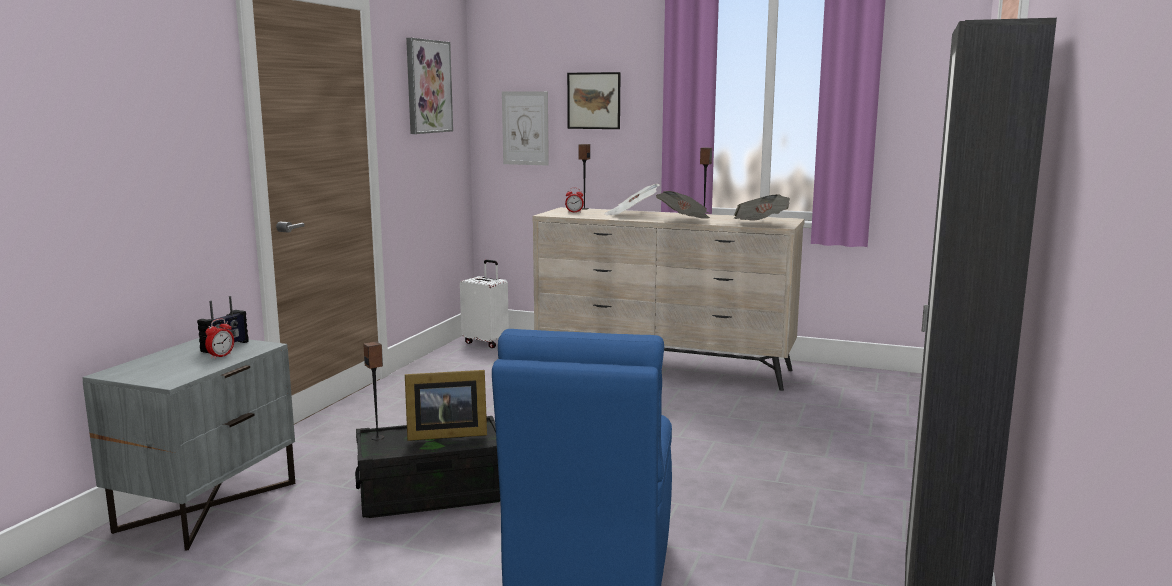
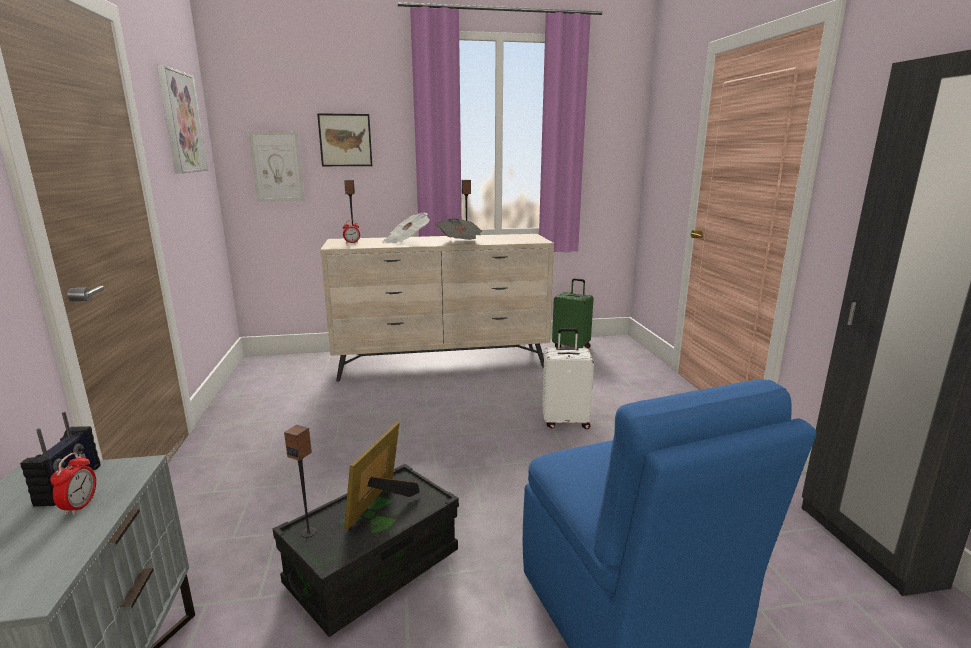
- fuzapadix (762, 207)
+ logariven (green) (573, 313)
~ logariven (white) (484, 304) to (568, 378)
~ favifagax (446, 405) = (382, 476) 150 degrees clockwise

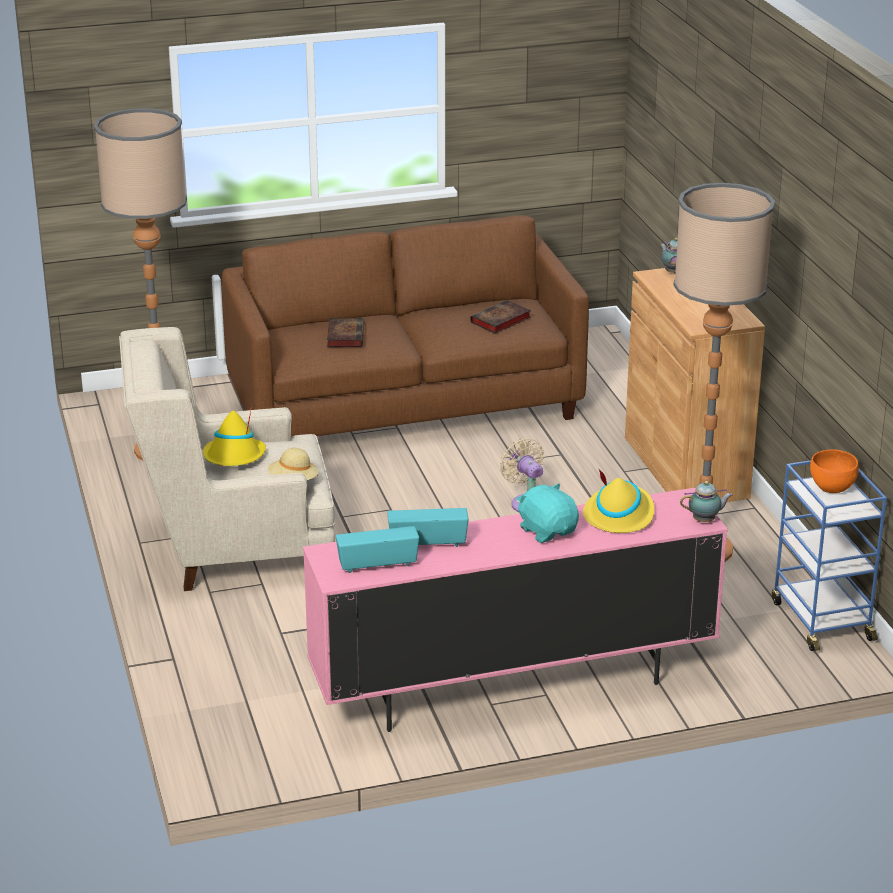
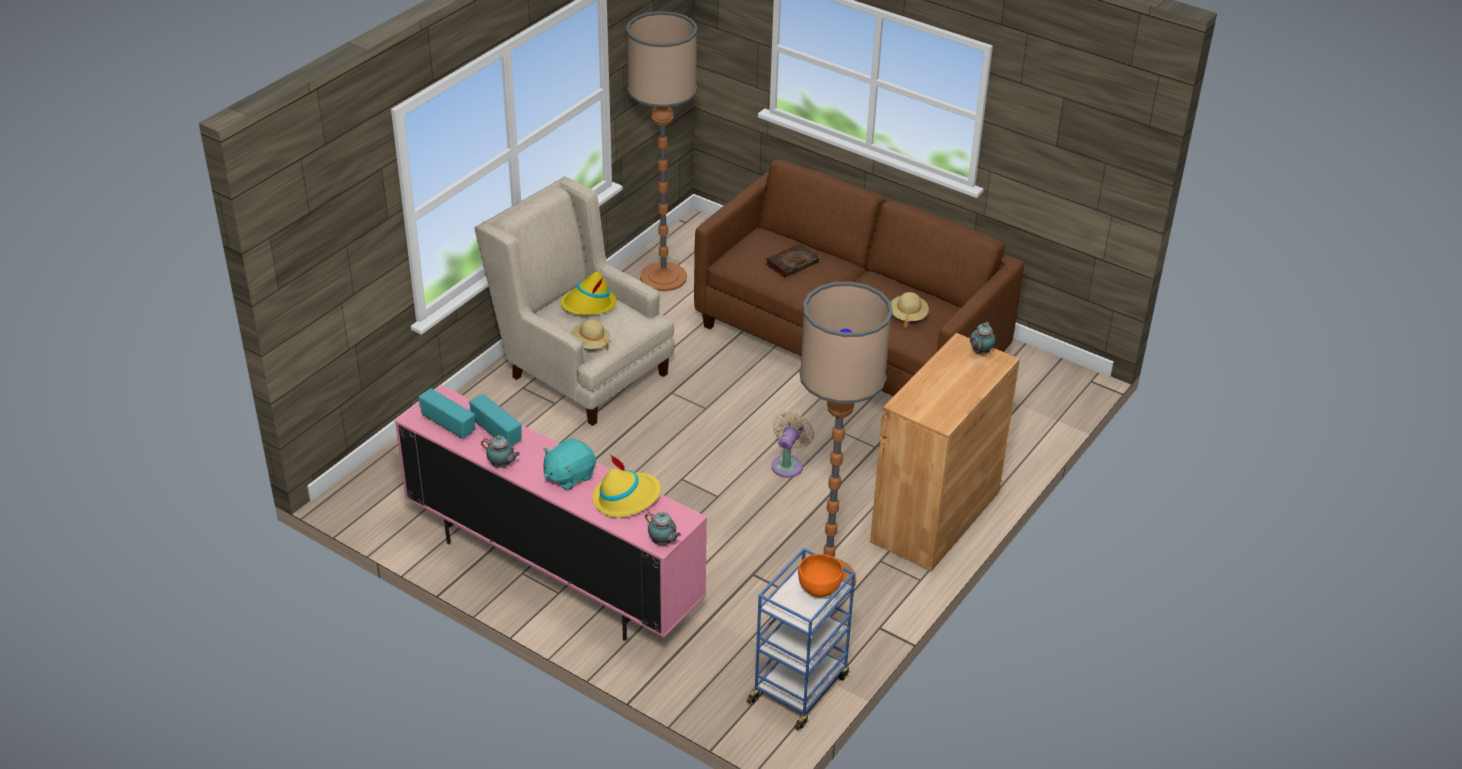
+ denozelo (500, 451)
~ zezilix (500, 317) to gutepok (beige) (910, 310)
~ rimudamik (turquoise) (548, 513) = (569, 464) 150 degrees counterclockwise

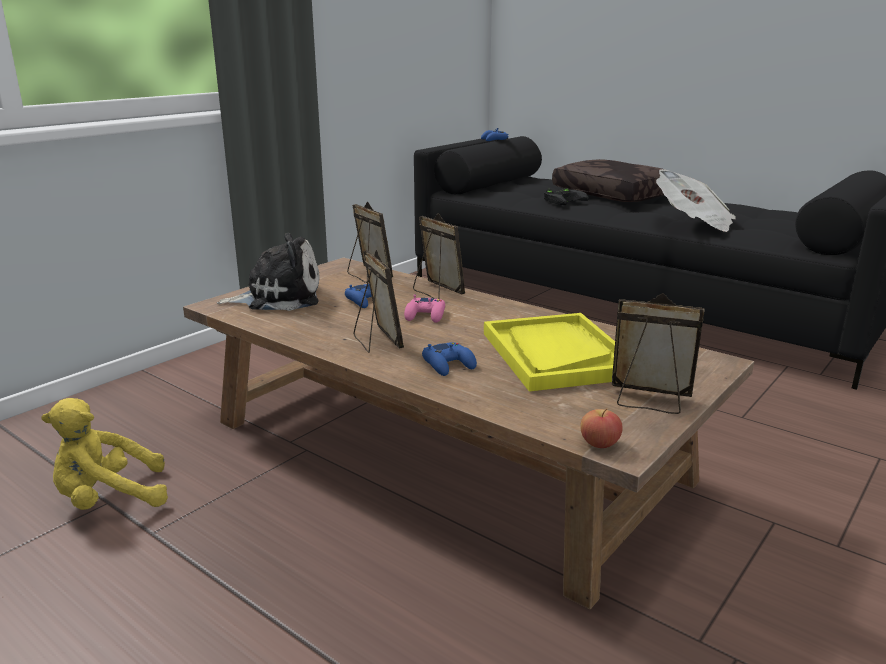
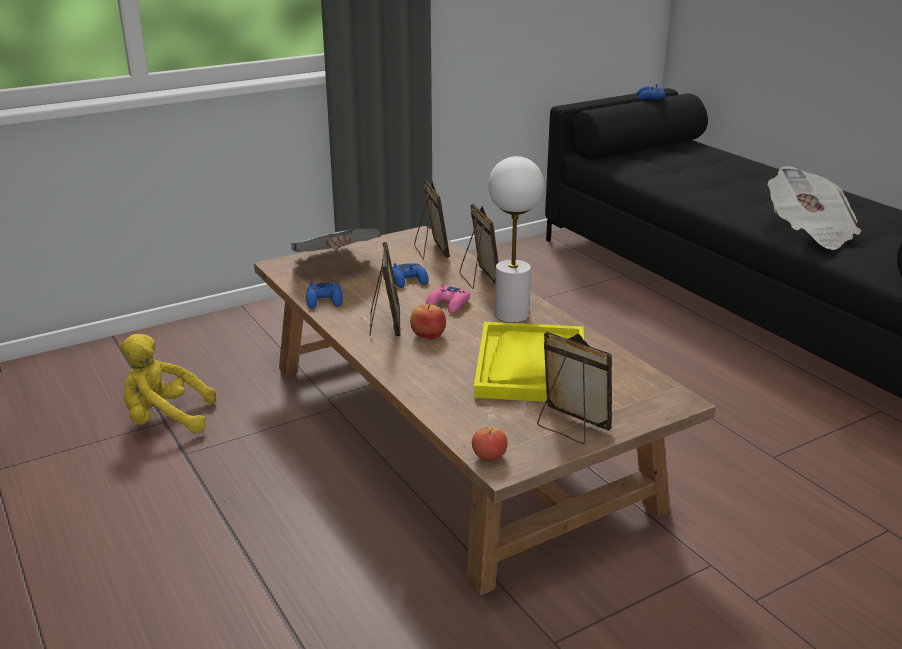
- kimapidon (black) (566, 196)
- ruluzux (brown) (608, 180)
+ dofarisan (428, 321)
+ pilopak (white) (516, 239)
~ kimapidon (blue) (449, 359) to (324, 295)
~ rimudamik (268, 272) to fuzapadix (336, 240)

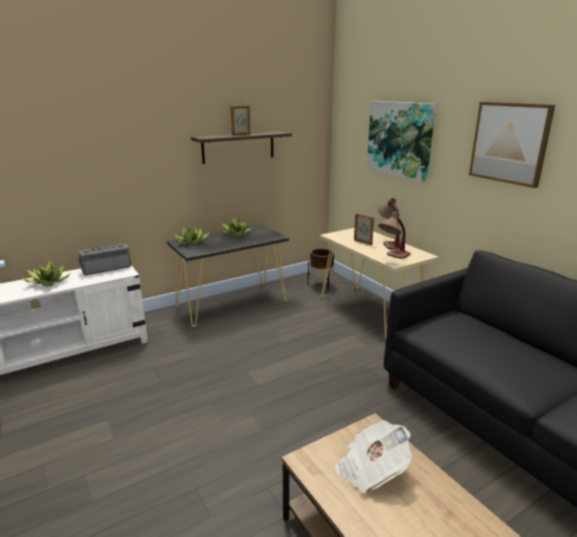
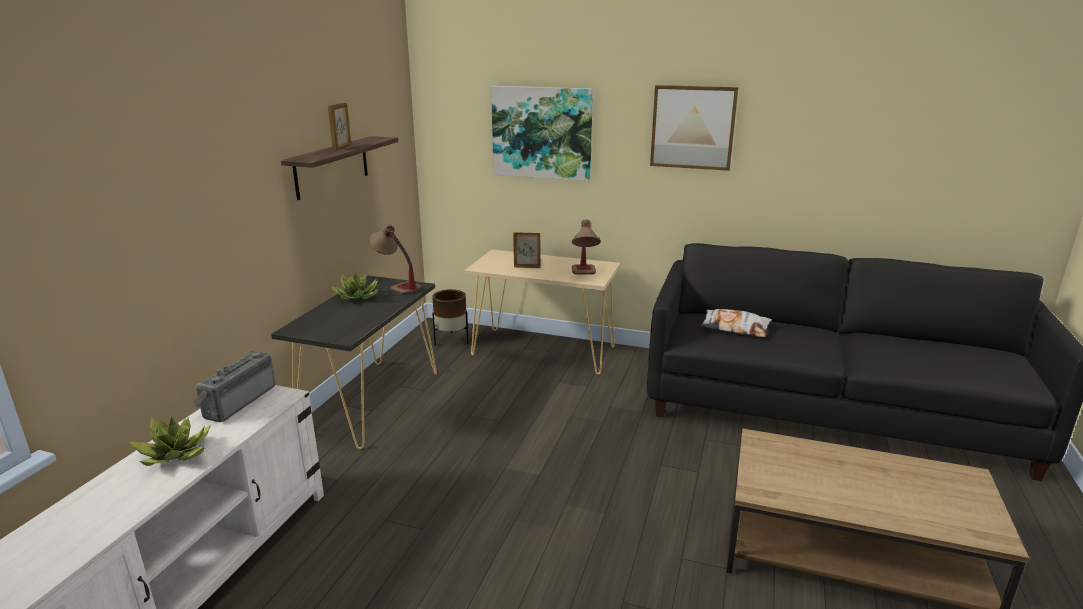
- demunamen (192, 235)
- fuzapadix (373, 456)
+ ruluzux (736, 323)
~ pilopak (389, 223) to (395, 260)

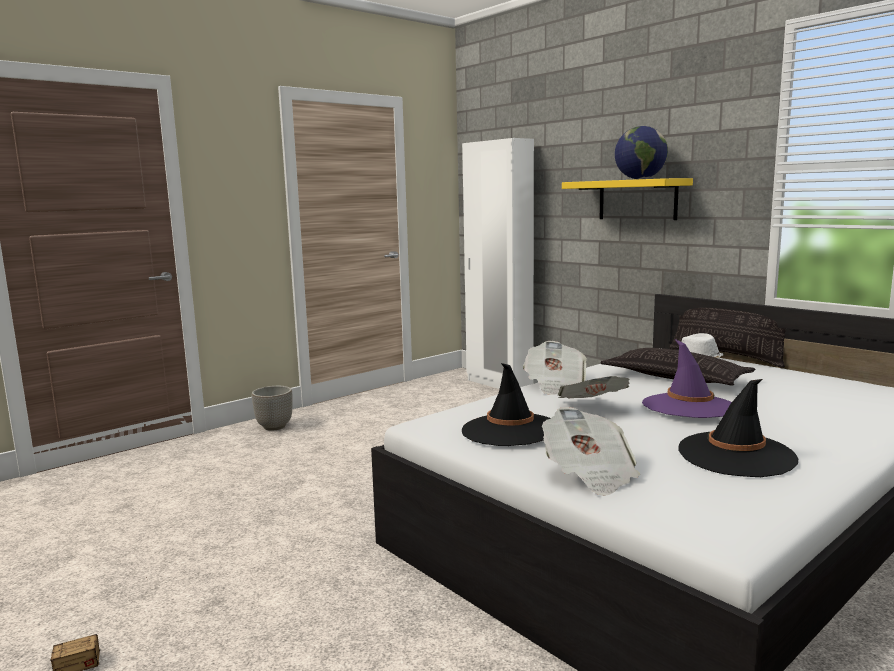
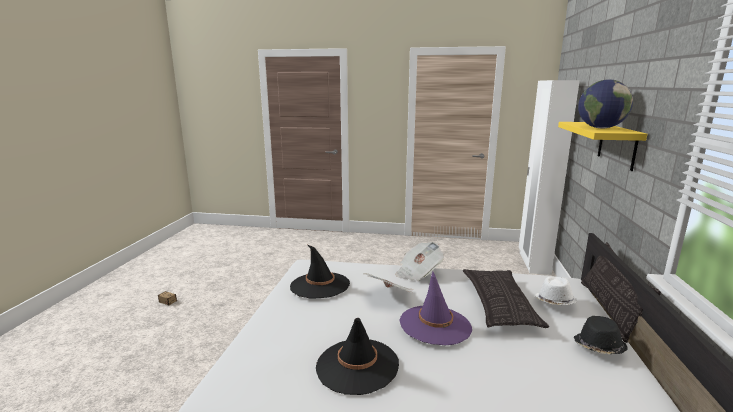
- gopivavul (272, 408)
- fuzapadix (591, 451)
+ gutepok (black) (601, 335)

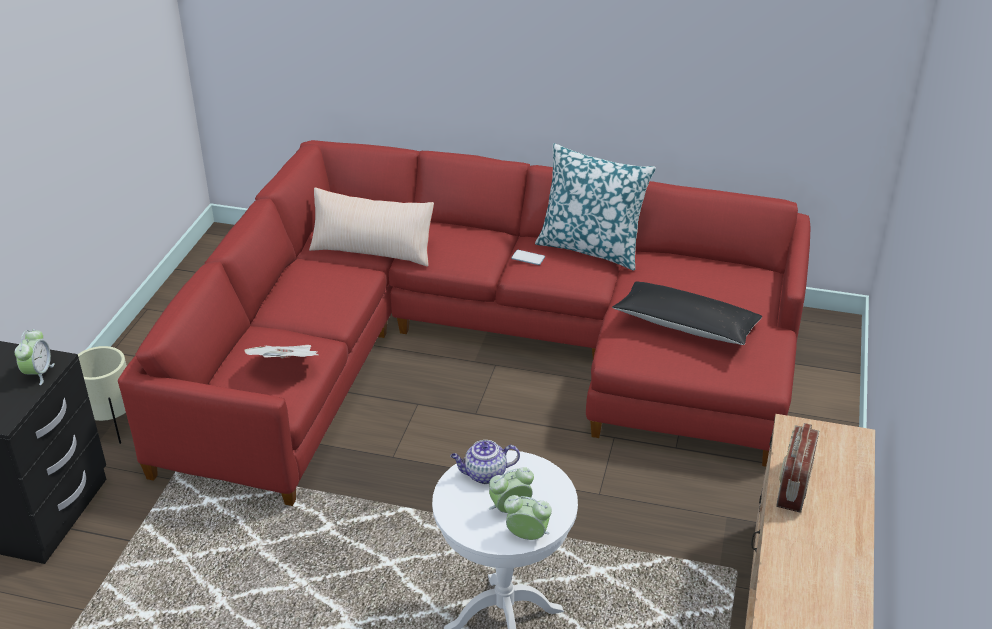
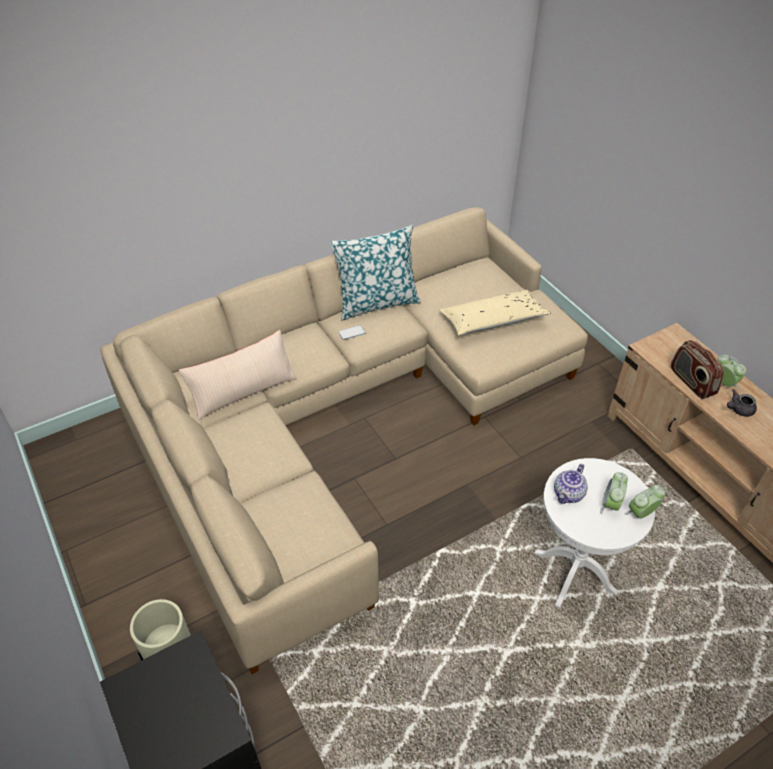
- fuzapadix (281, 351)
+ denozelo (grey) (742, 403)
~ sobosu (35, 357) to (731, 371)
~ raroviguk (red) (464, 323) to raroviguk (beige) (344, 440)
~ ruluzux (black) (687, 313) to ruluzux (beige) (495, 313)

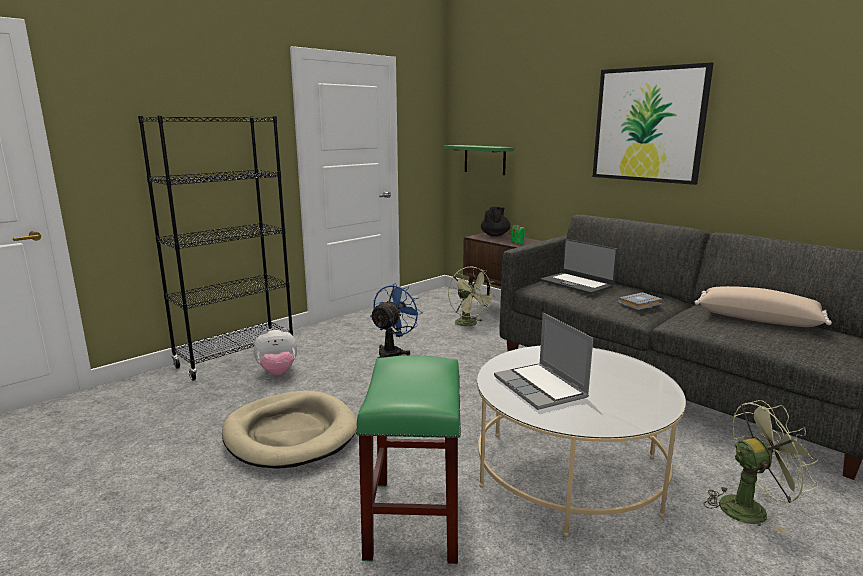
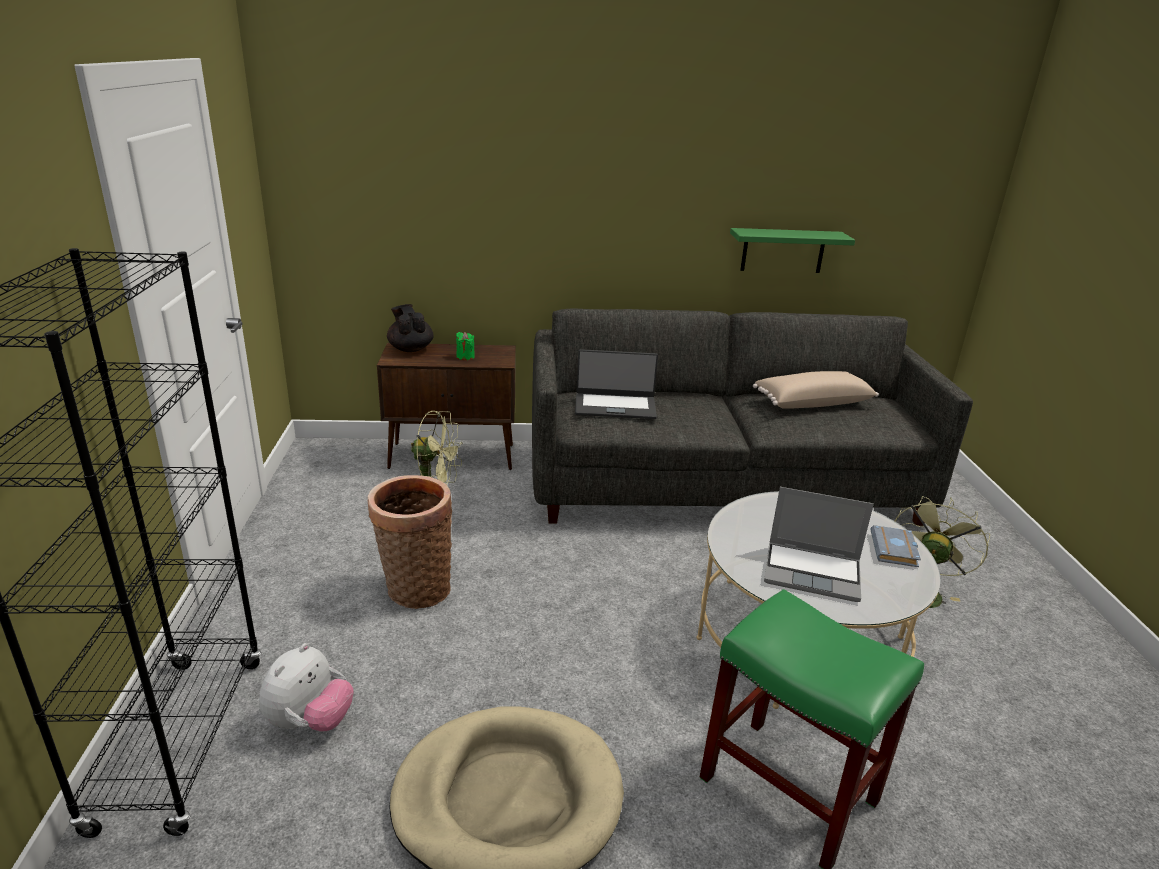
- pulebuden (653, 123)
~ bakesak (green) (478, 160) to (792, 250)
~ zezilix (grey) (639, 301) to (895, 546)
~ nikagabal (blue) (396, 320) to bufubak (410, 542)

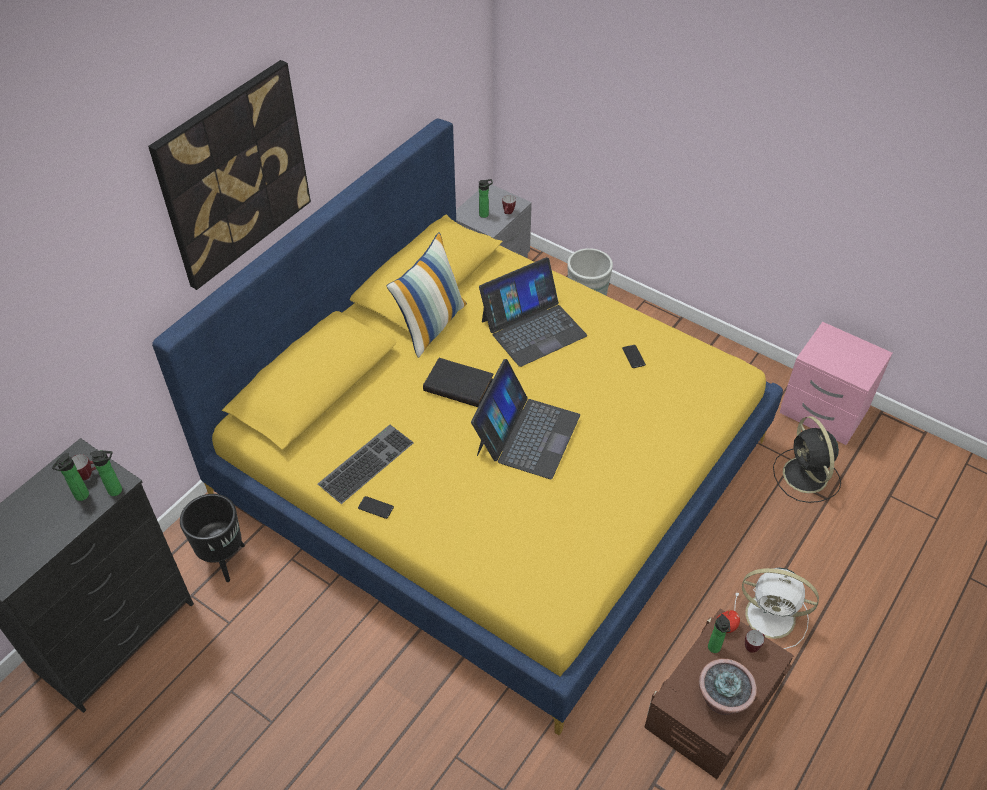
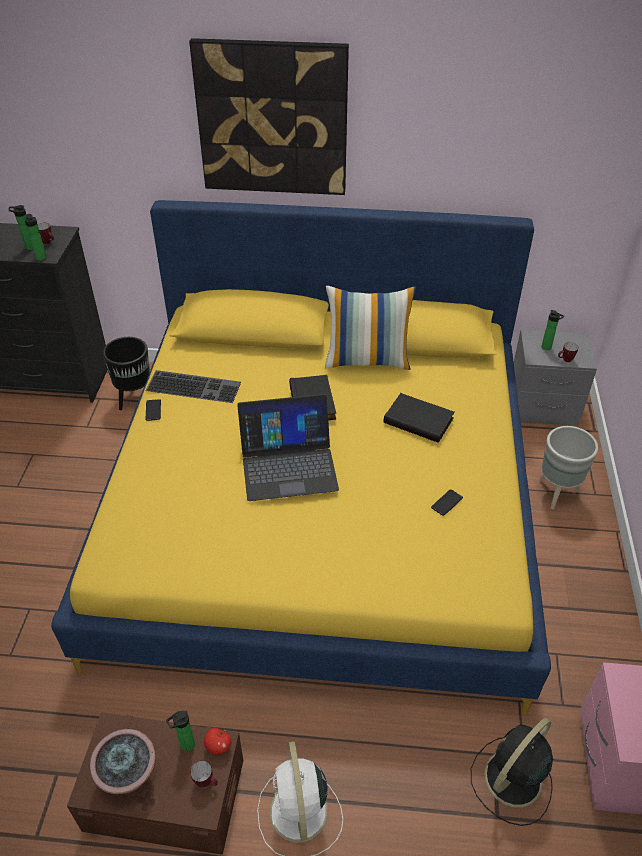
~ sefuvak (533, 312) to zezilix (black) (419, 418)

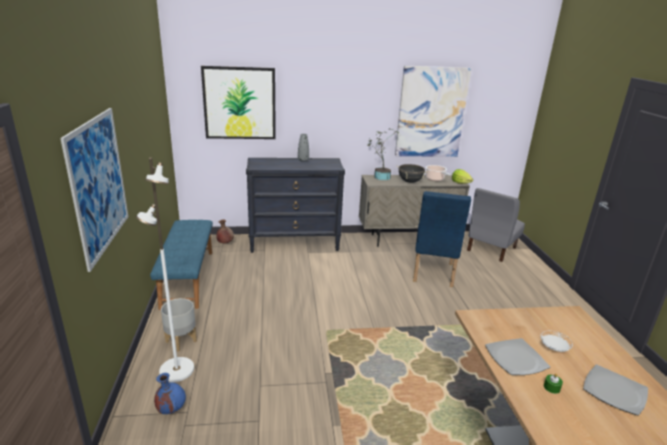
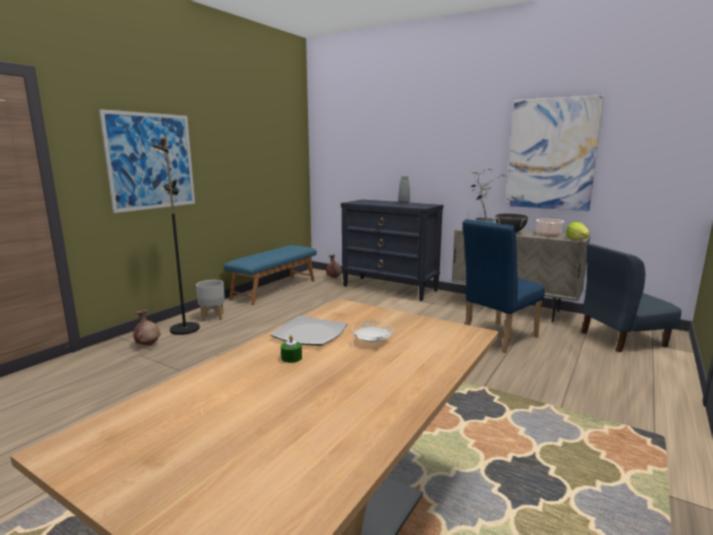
- pulebuden (238, 102)
- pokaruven (615, 390)
~ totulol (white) (165, 270) to totulol (black) (175, 235)
~ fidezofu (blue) (170, 393) to fidezofu (brown) (147, 328)
~ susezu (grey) (496, 225) to susezu (blue) (631, 298)

